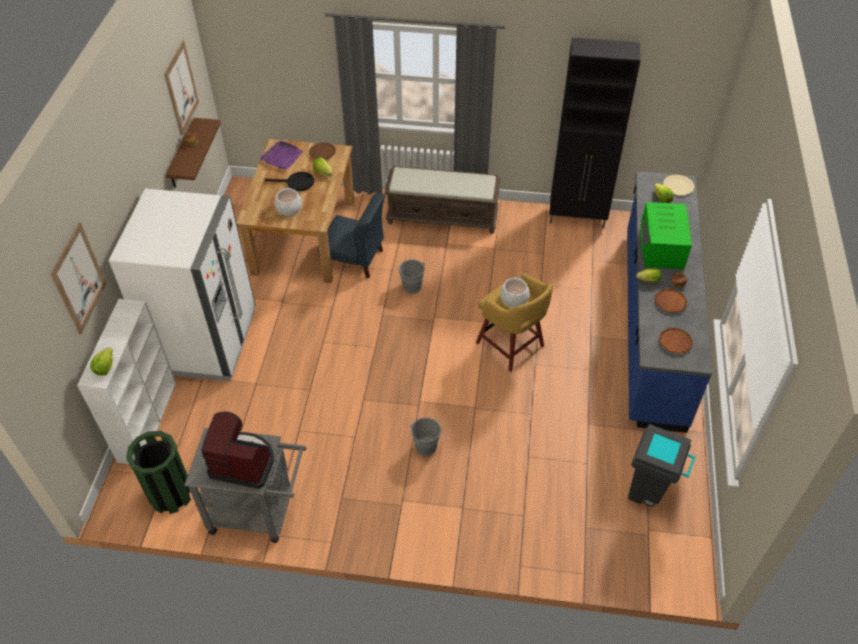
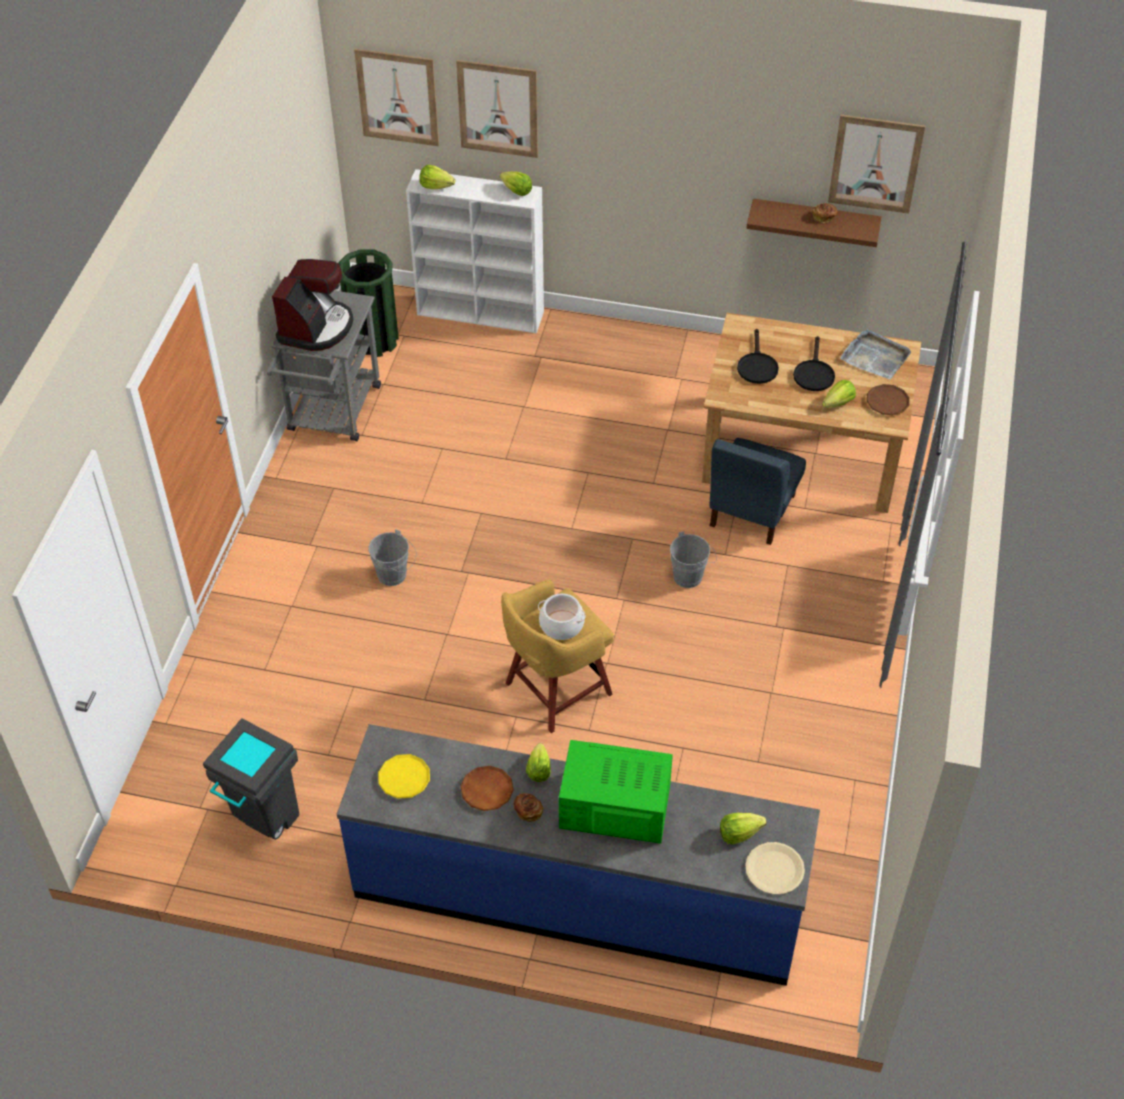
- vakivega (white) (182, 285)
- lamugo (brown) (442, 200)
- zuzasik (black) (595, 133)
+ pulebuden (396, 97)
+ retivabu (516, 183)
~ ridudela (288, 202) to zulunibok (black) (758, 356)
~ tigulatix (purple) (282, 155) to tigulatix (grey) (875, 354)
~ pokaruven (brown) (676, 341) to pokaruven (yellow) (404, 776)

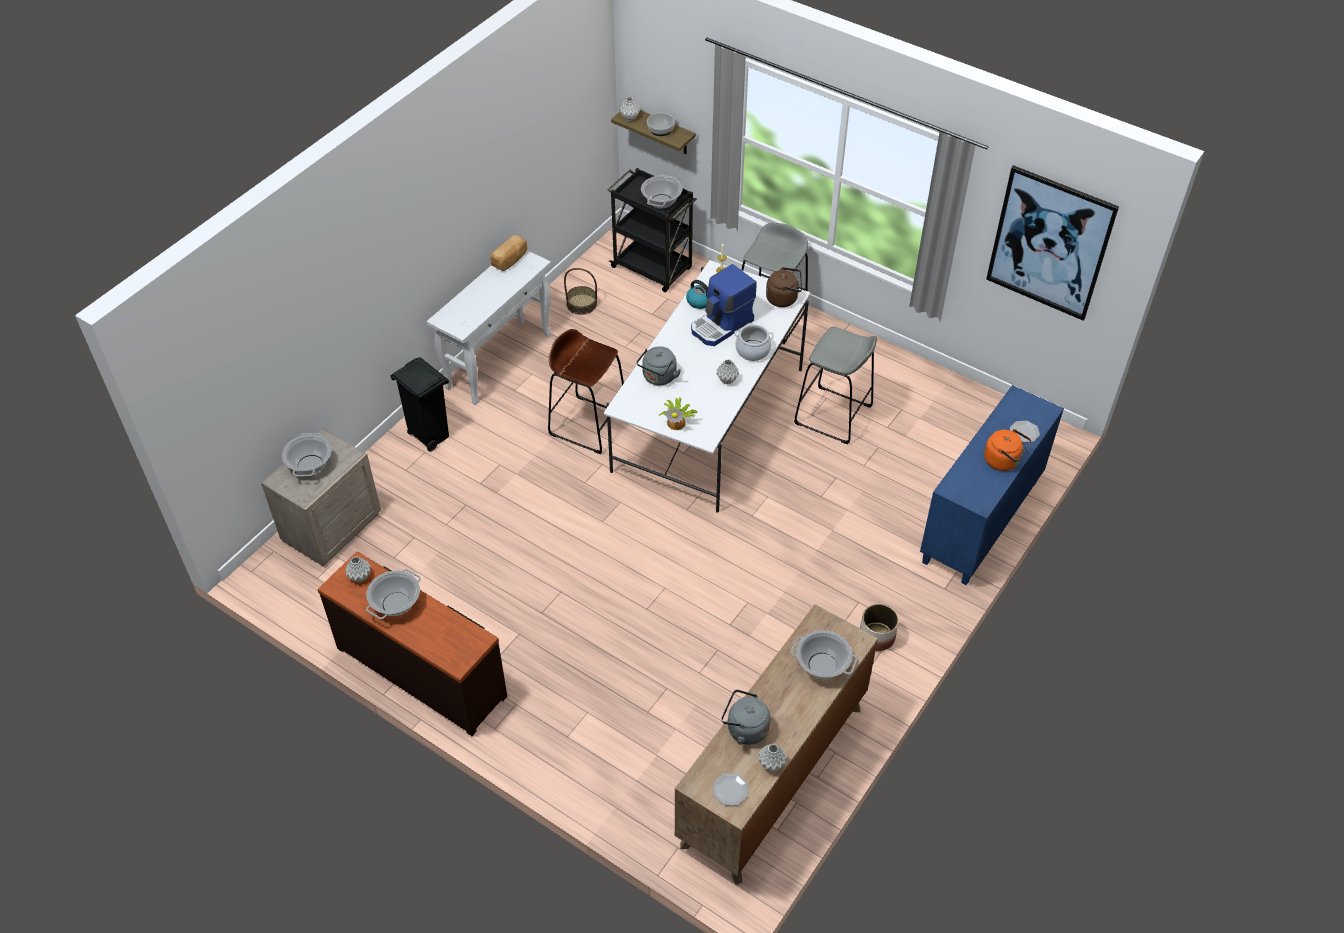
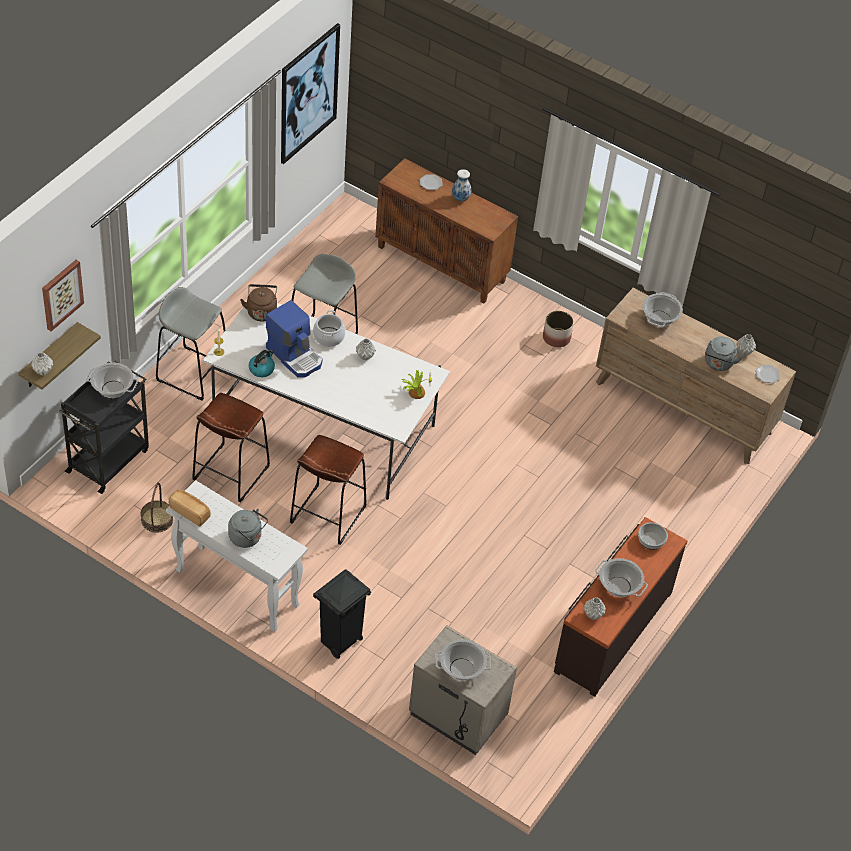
+ pulebuden (63, 295)
+ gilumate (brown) (231, 447)
~ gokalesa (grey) (659, 365) to (248, 528)
~ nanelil (661, 124) to (653, 536)
~ gokalesa (orange) (1007, 450) to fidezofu (461, 185)
~ zuzasik (blue) (992, 485) to zuzasik (brown) (446, 230)

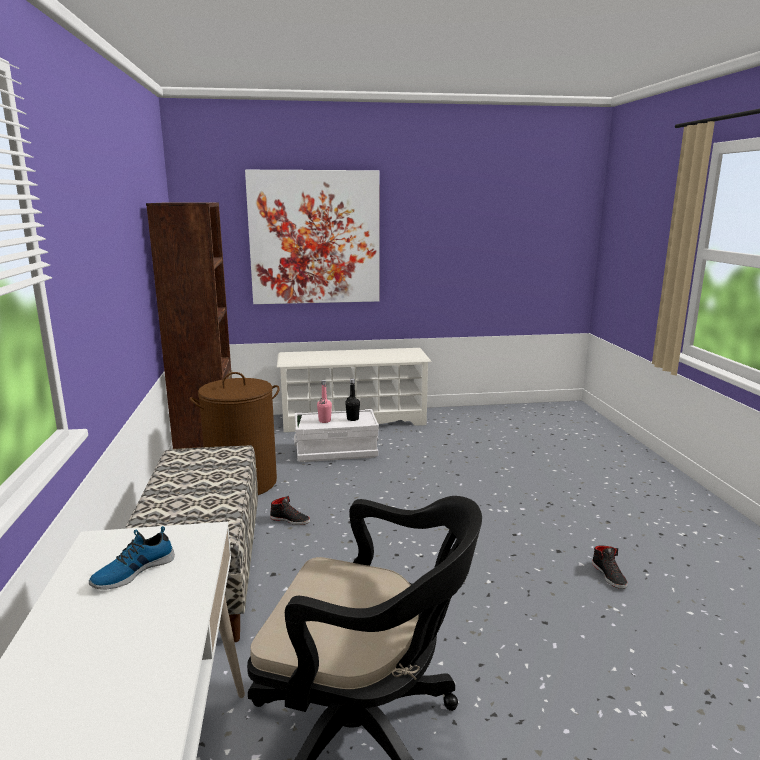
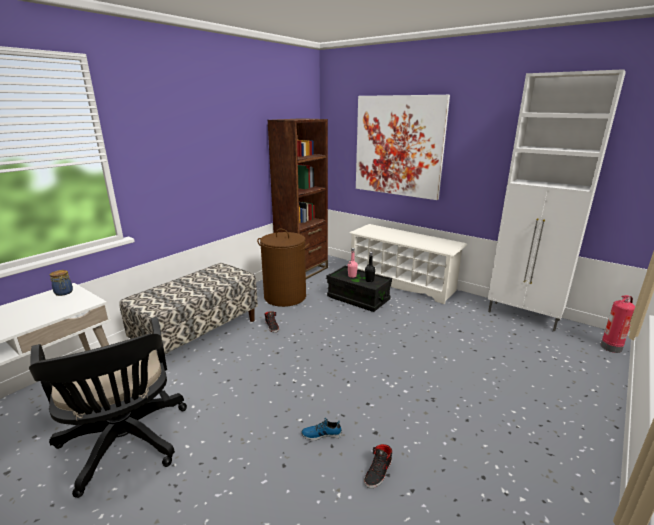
+ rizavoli (61, 283)
+ zuzasik (white) (557, 200)
+ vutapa (618, 324)
~ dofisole (132, 558) to (321, 429)
~ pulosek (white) (336, 435) to pulosek (black) (359, 289)

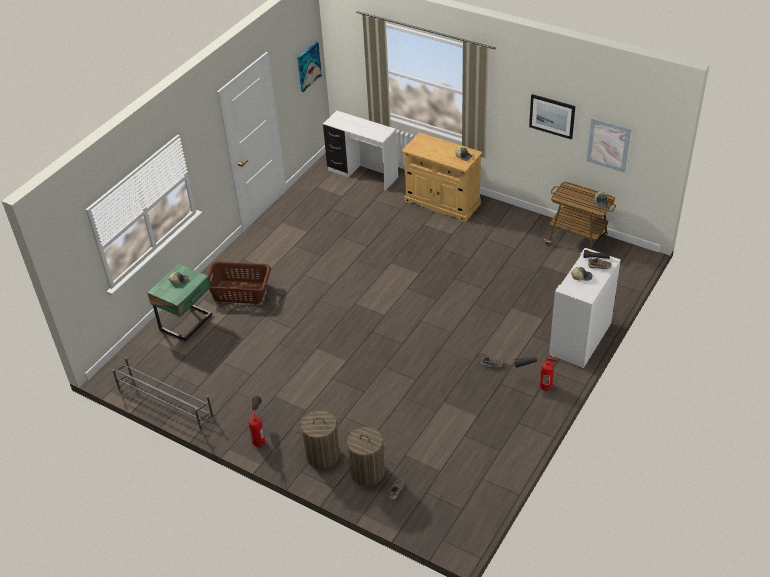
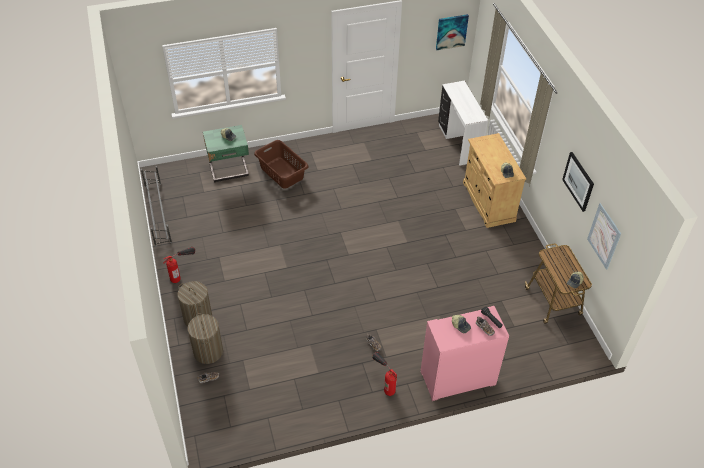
~ zuzasik (white) (585, 308) to zuzasik (pink) (465, 353)

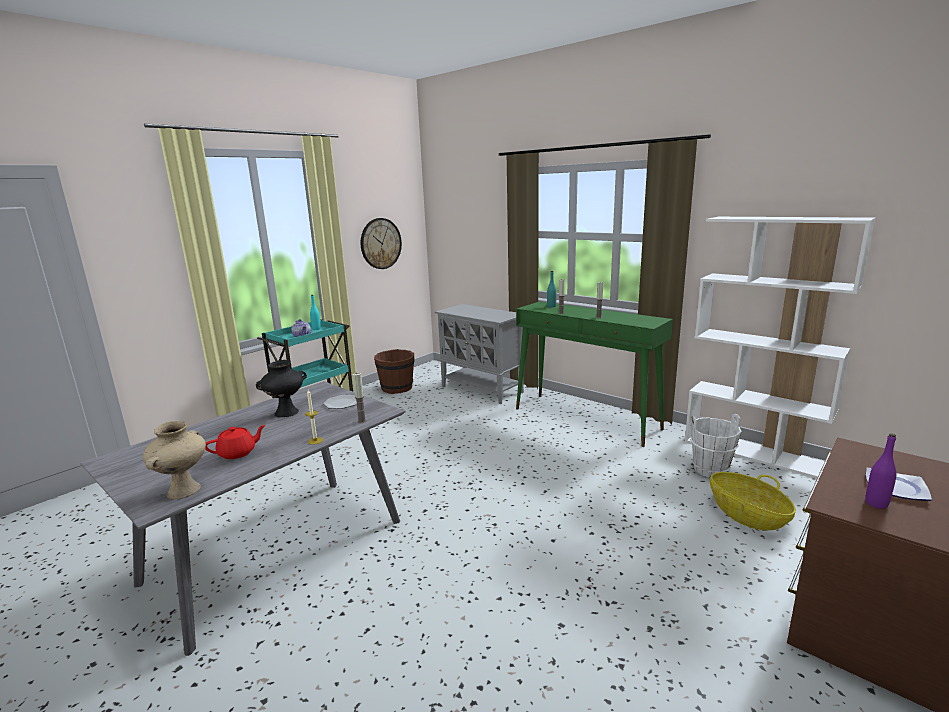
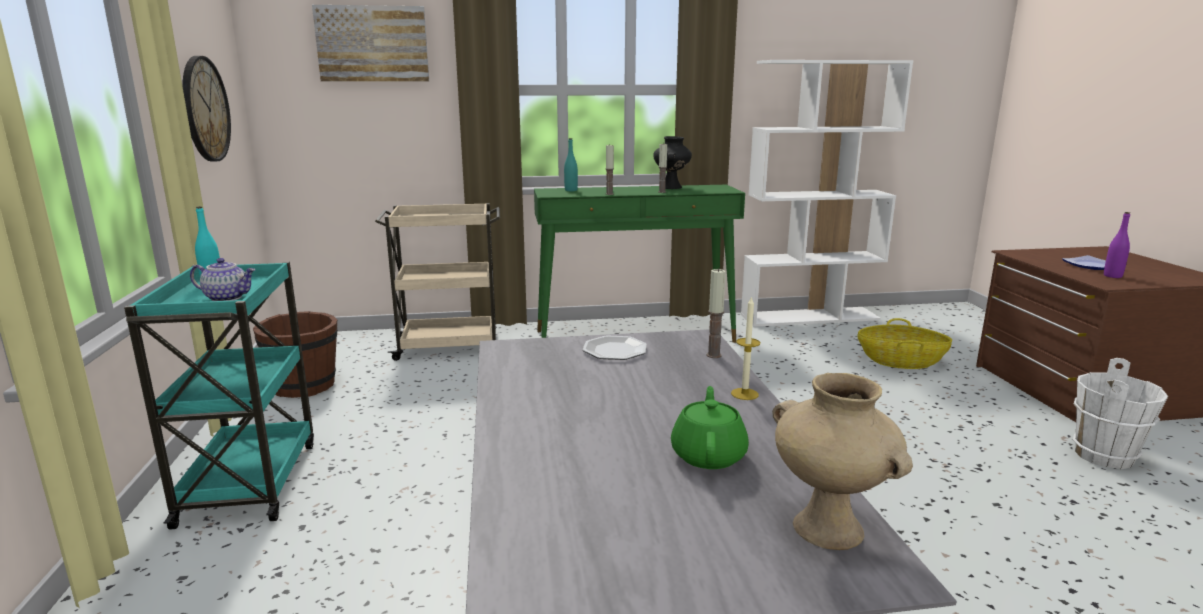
+ pulebuden (370, 43)
~ fidezofu (black) (281, 388) to (672, 162)
~ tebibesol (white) (716, 446) to (1120, 413)
~ zuzasik (grey) (479, 354) to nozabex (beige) (437, 282)
~ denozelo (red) (235, 442) to denozelo (green) (710, 427)

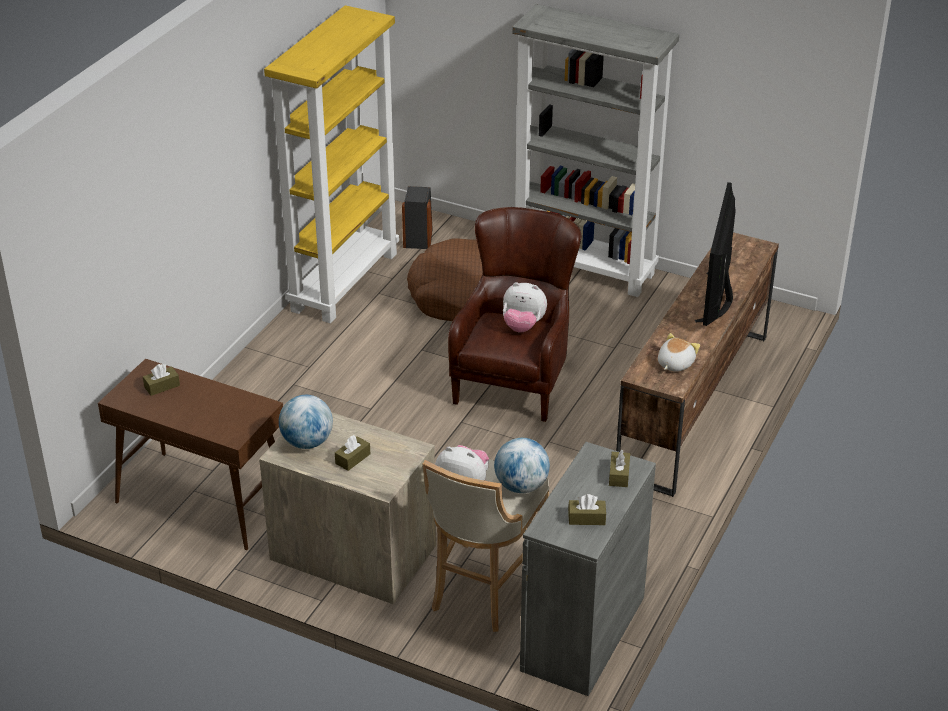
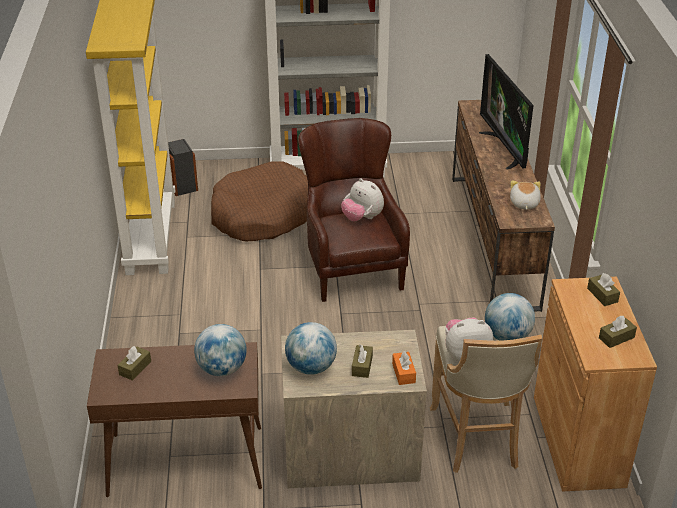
+ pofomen (220, 350)
+ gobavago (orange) (404, 368)
~ zuzasik (grey) (588, 569) to zuzasik (brown) (595, 384)
~ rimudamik (525, 307) = (362, 199) 60 degrees clockwise

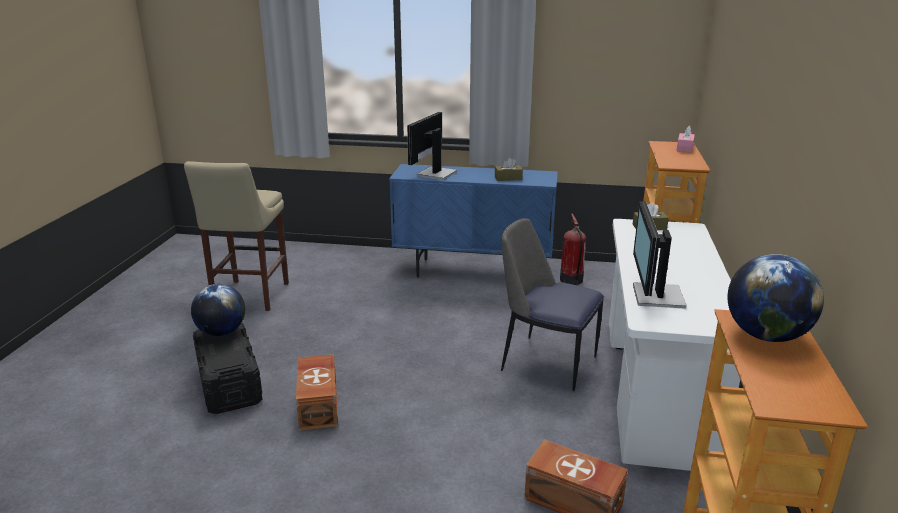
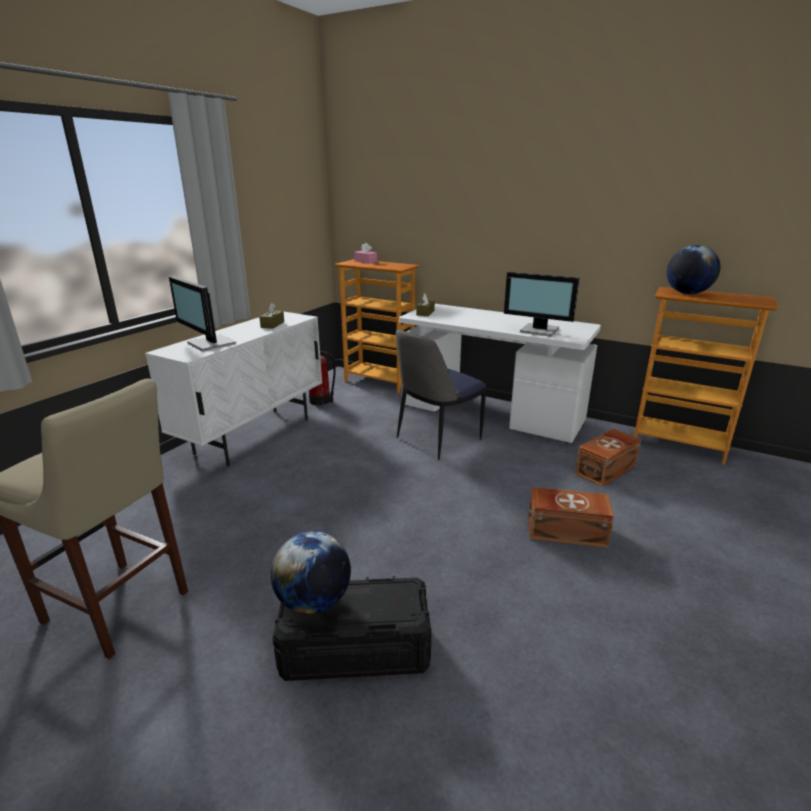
~ pulosek (brown) (317, 392) to (571, 517)
~ zuzasik (blue) (473, 221) to zuzasik (white) (233, 389)

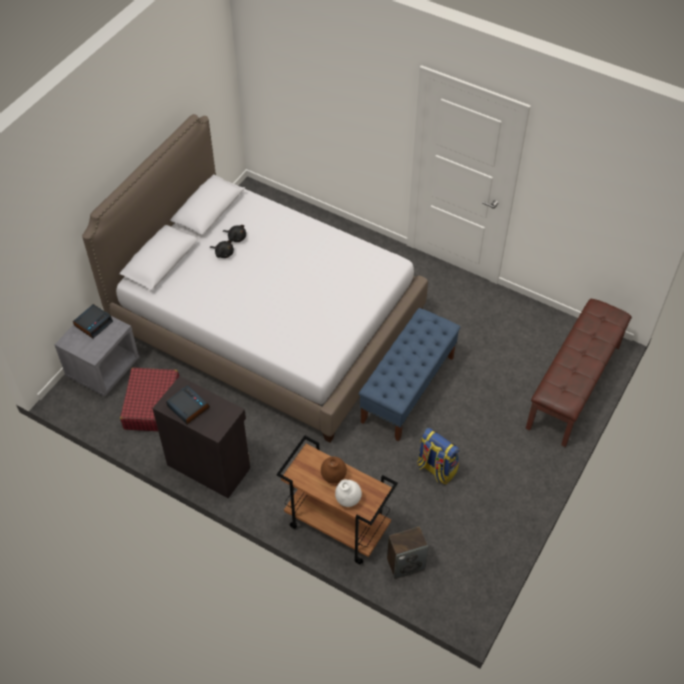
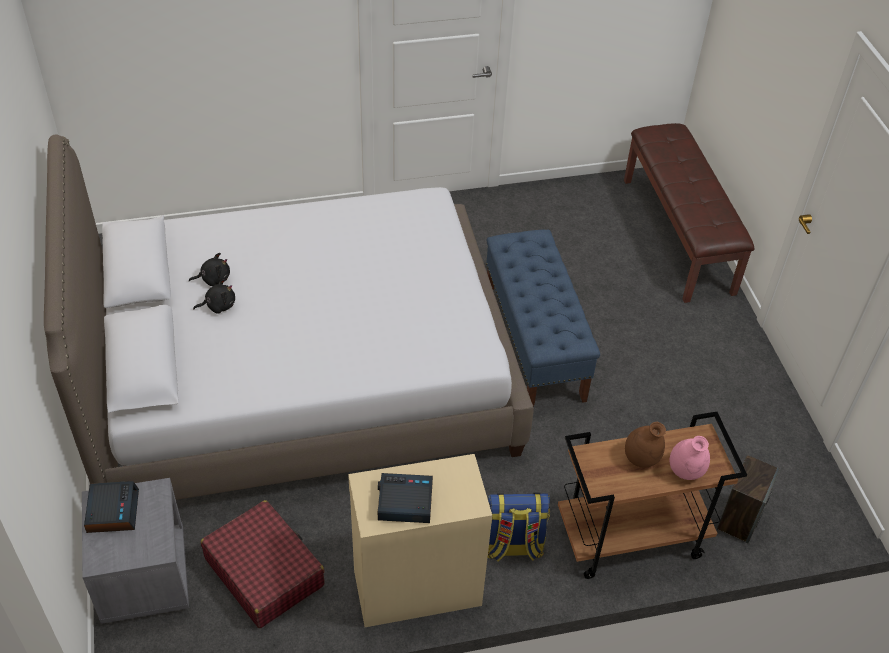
~ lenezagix (438, 456) to (519, 527)
~ zuzasik (black) (201, 437) to zuzasik (beige) (420, 540)
~ fidezofu (white) (348, 493) to fidezofu (pink) (690, 458)

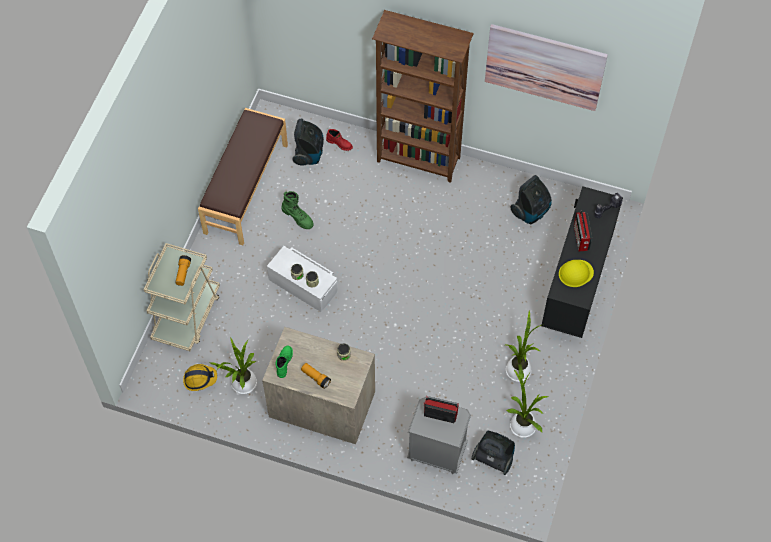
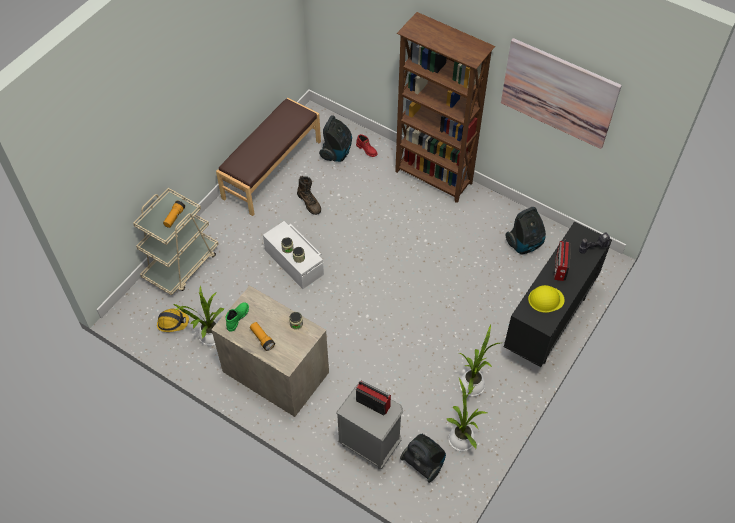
~ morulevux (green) (297, 210) to morulevux (brown) (309, 195)

